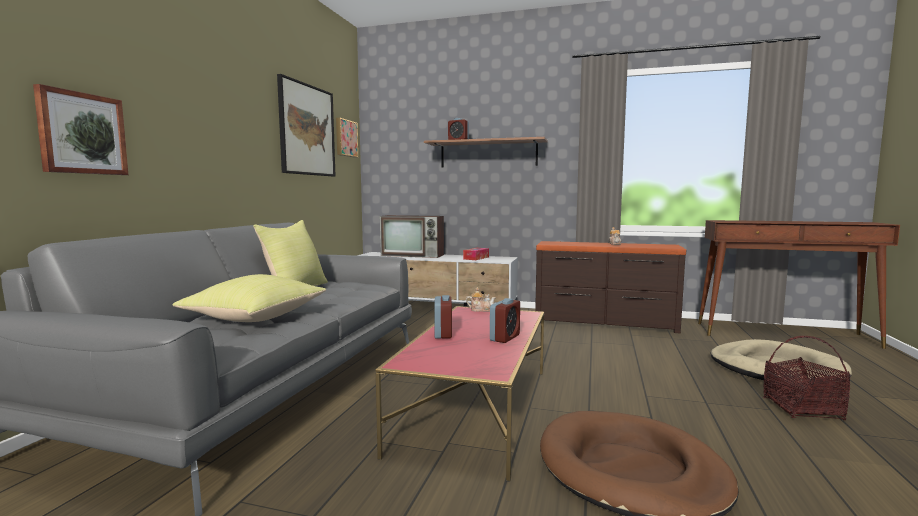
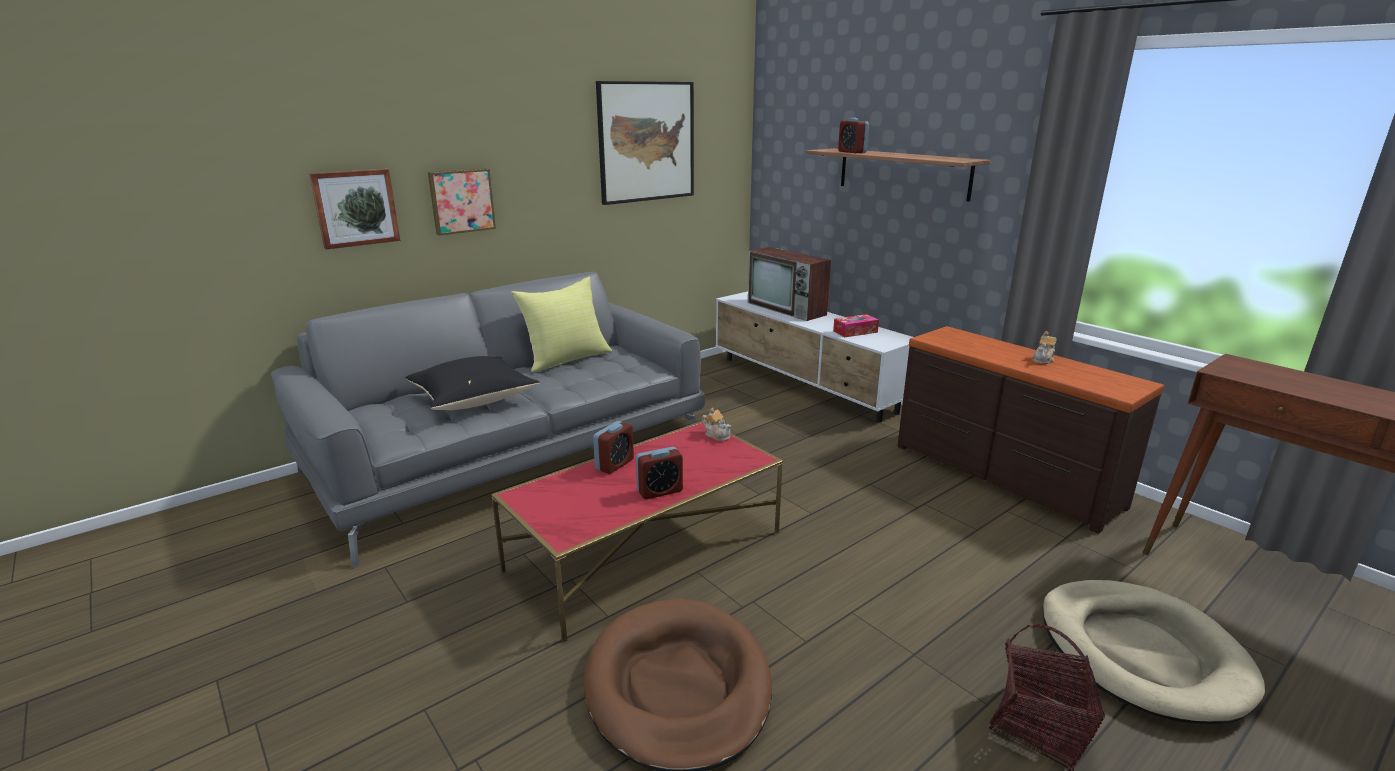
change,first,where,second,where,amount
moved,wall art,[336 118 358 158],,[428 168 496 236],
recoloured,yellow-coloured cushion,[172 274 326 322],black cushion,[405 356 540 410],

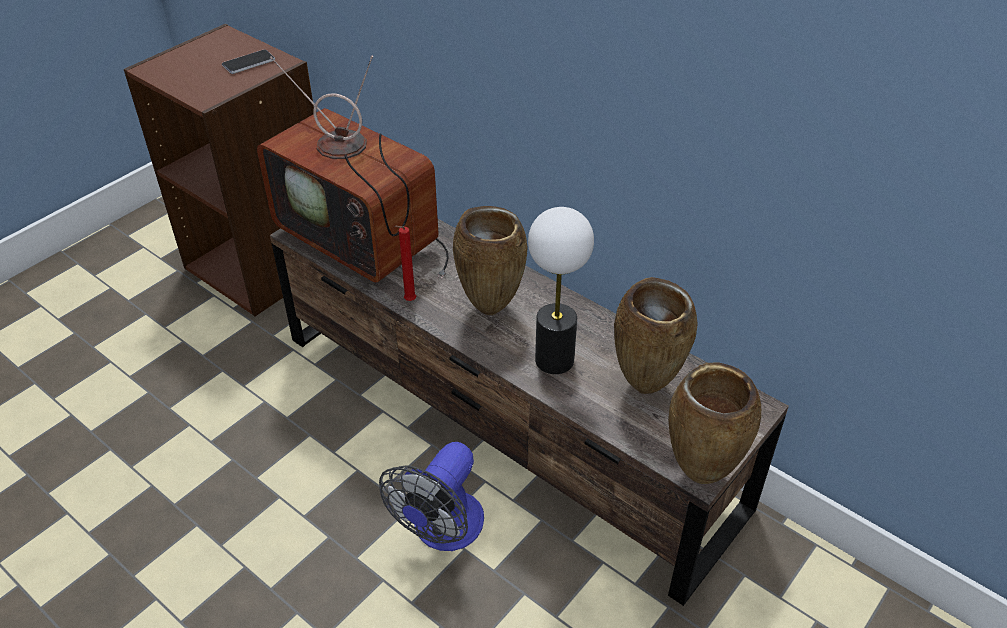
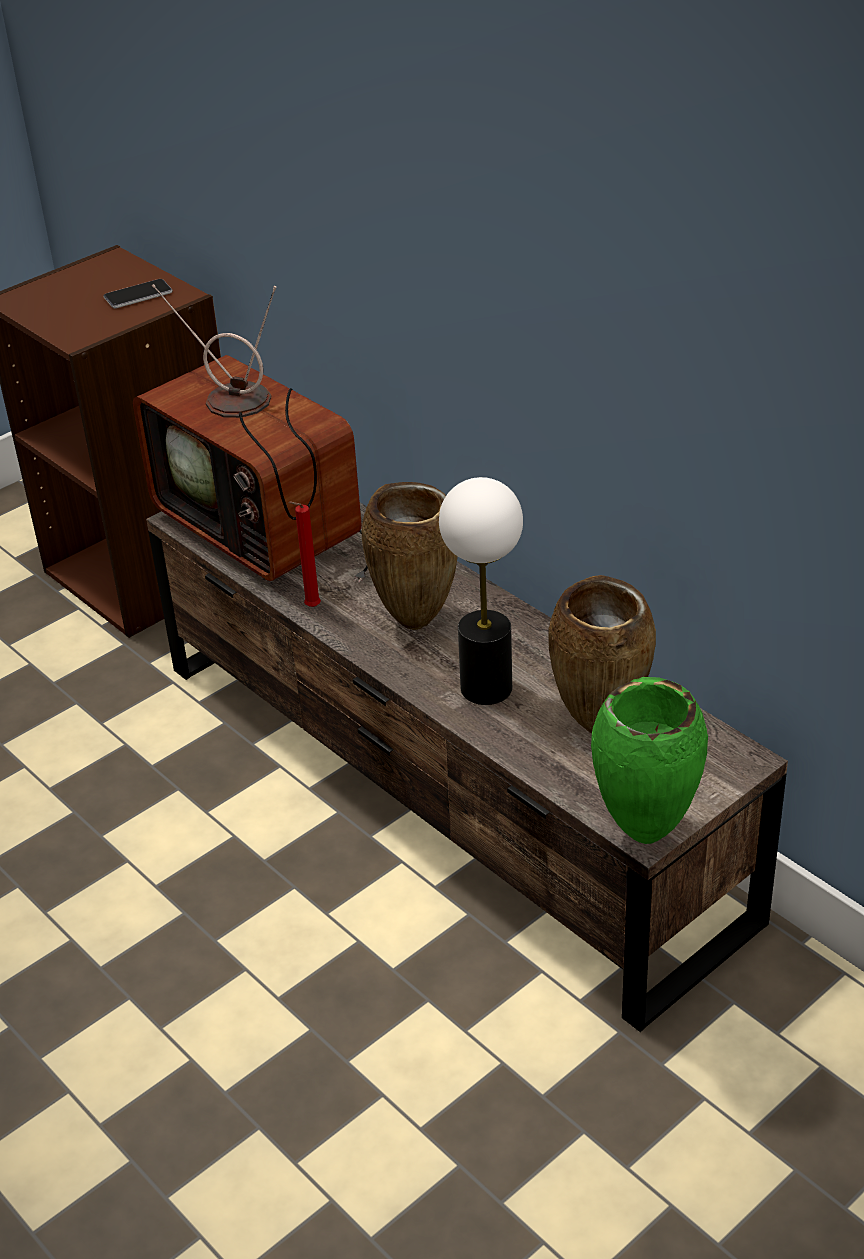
change,first,where,second,where,amount
recoloured,brown flower vase,[668 362 761 484],green flower vase,[591 677 708 844],
removed,fan,[379 442 484 551],,,

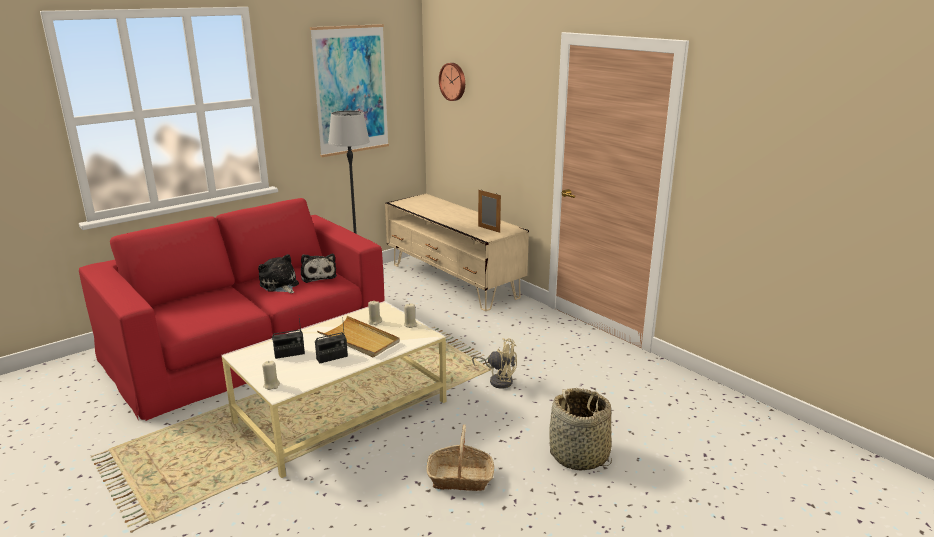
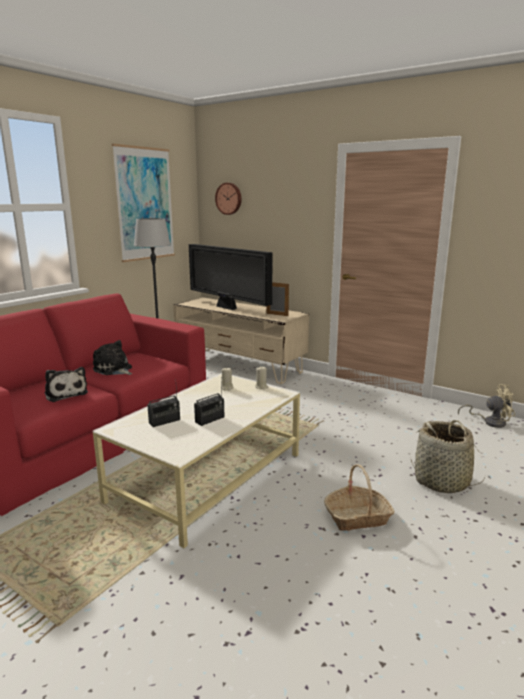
change,first,where,second,where,amount
moved,cuddly toy,[301 254 337 283],,[45 367 88 402],
removed,beige serving tray,[317 316 400 357],,,
moved,beige fan,[472 338 517 389],,[458 384 515 428],
removed,beige candle,[262 361 280 390],,,
added,,,television,[189 244 273 310],

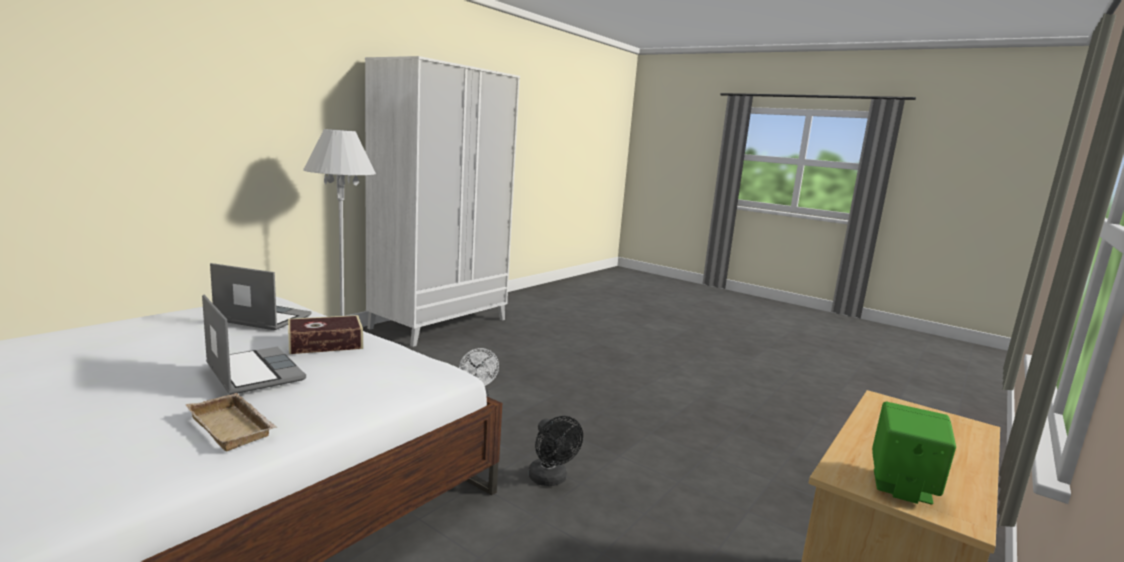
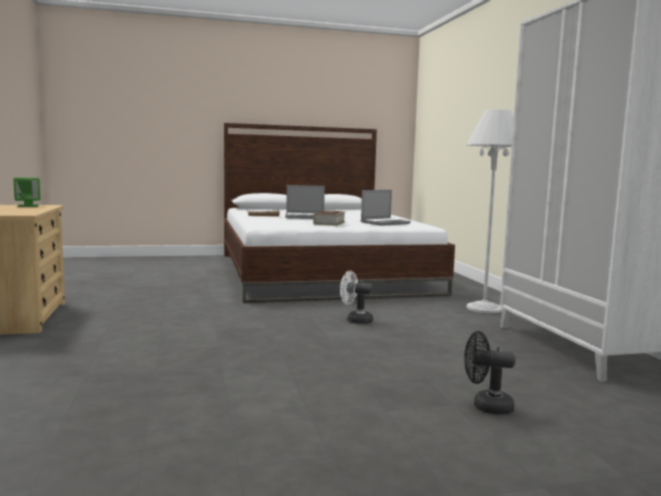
change,first,where,second,where,amount
moved,black fan,[528 416 583 486],,[464 331 515 415],

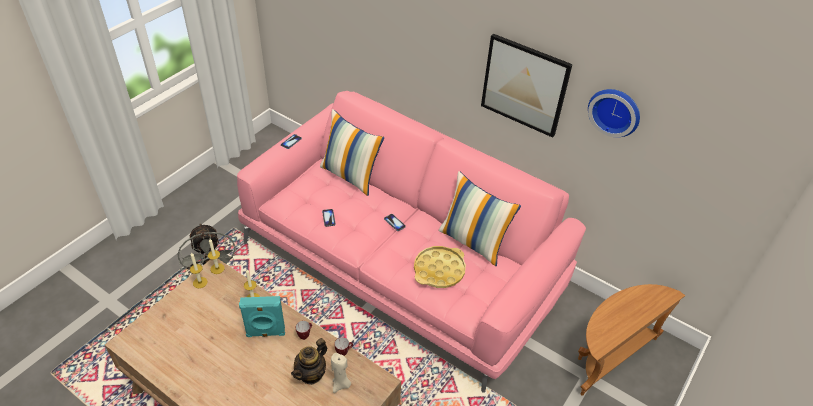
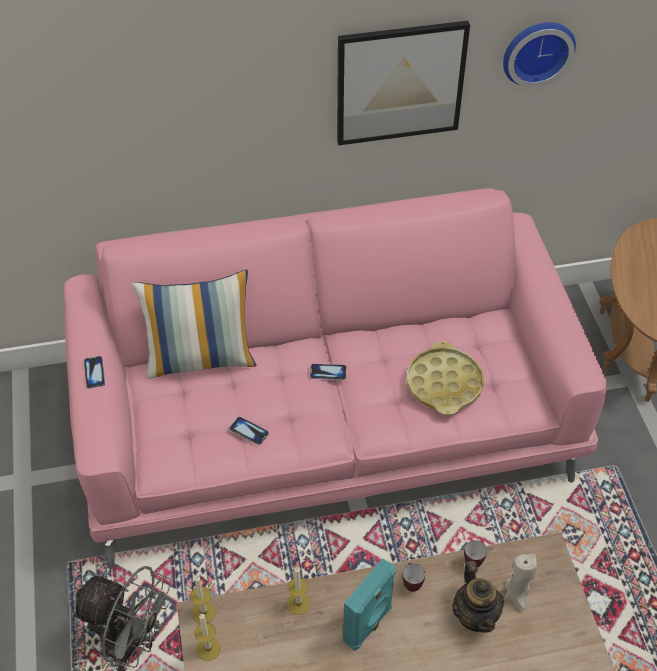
change,first,where,second,where,amount
removed,cushion,[439 171 521 266],,,

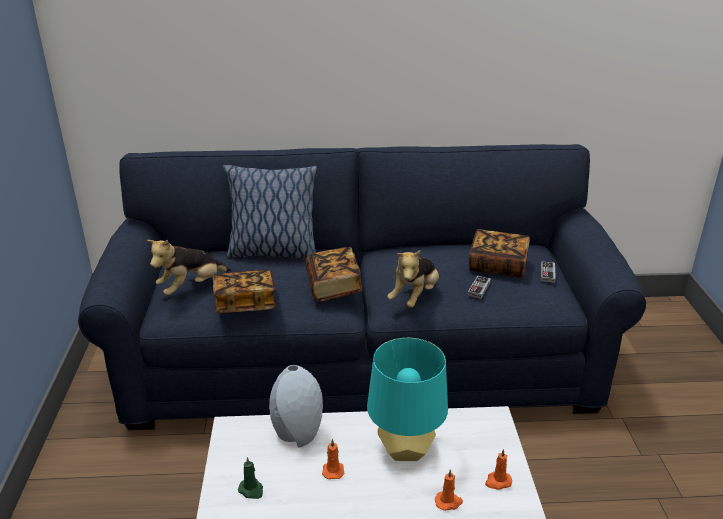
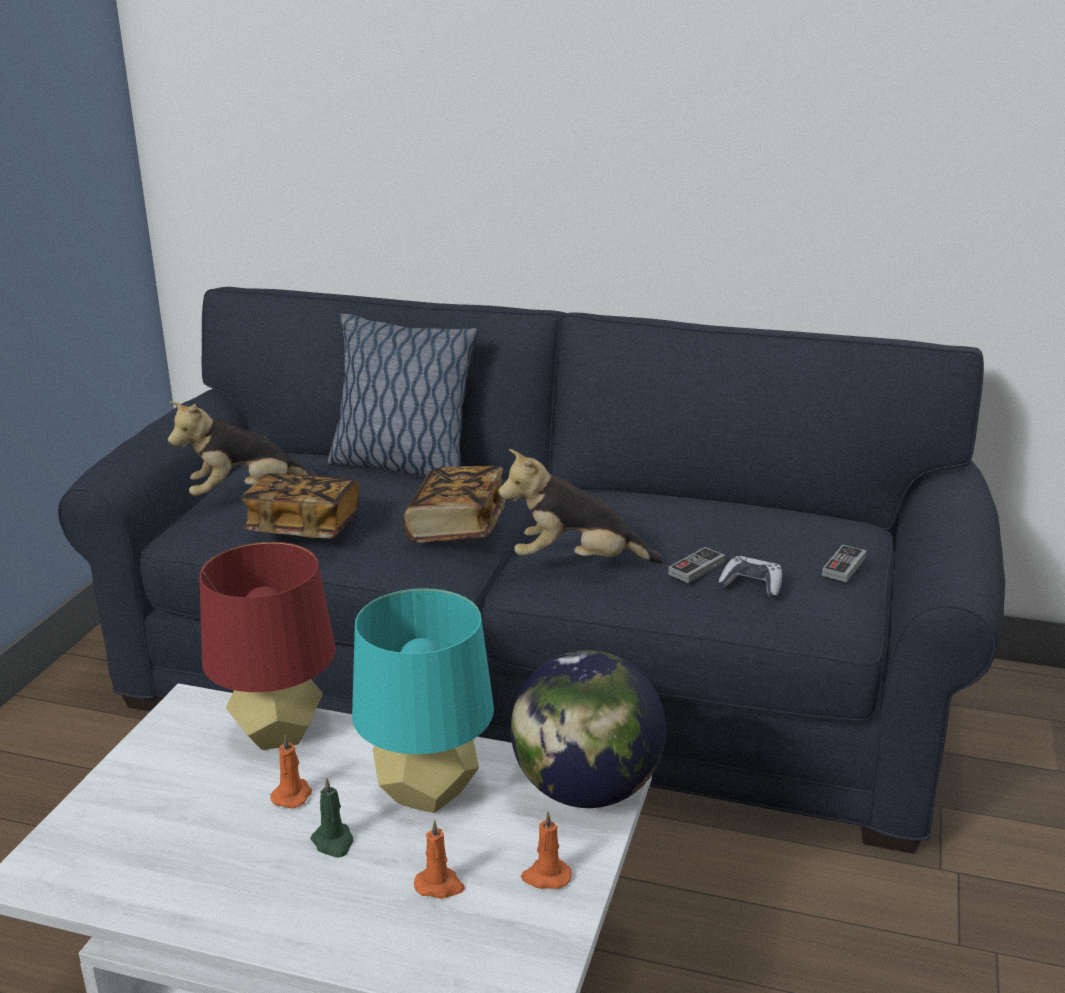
change,first,where,second,where,amount
removed,bound book,[469 229 530 278],,,
turned,cuddly toy,[387 250 439 308],,[498 449 664 563],45 degrees clockwise
replaced,gray flower vase,[269 365 323 447],reddish lamp for a table,[200 542 336 750],
moved,green candle,[238 457 263 499],,[310 778 353 858],
added,,,game controller,[718 556 782 598],
added,,,world globe,[511 650 666 808],

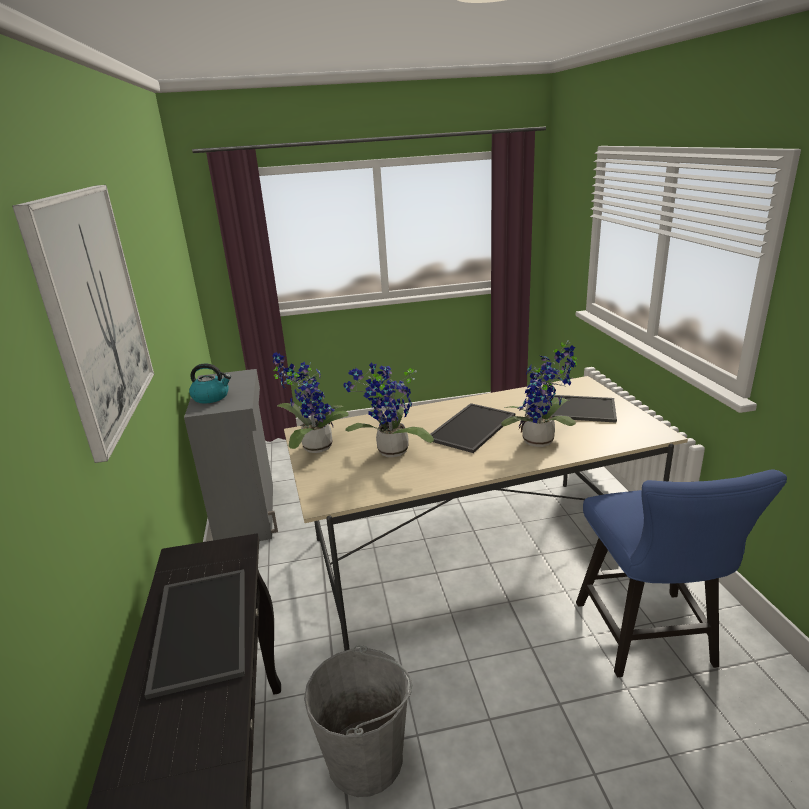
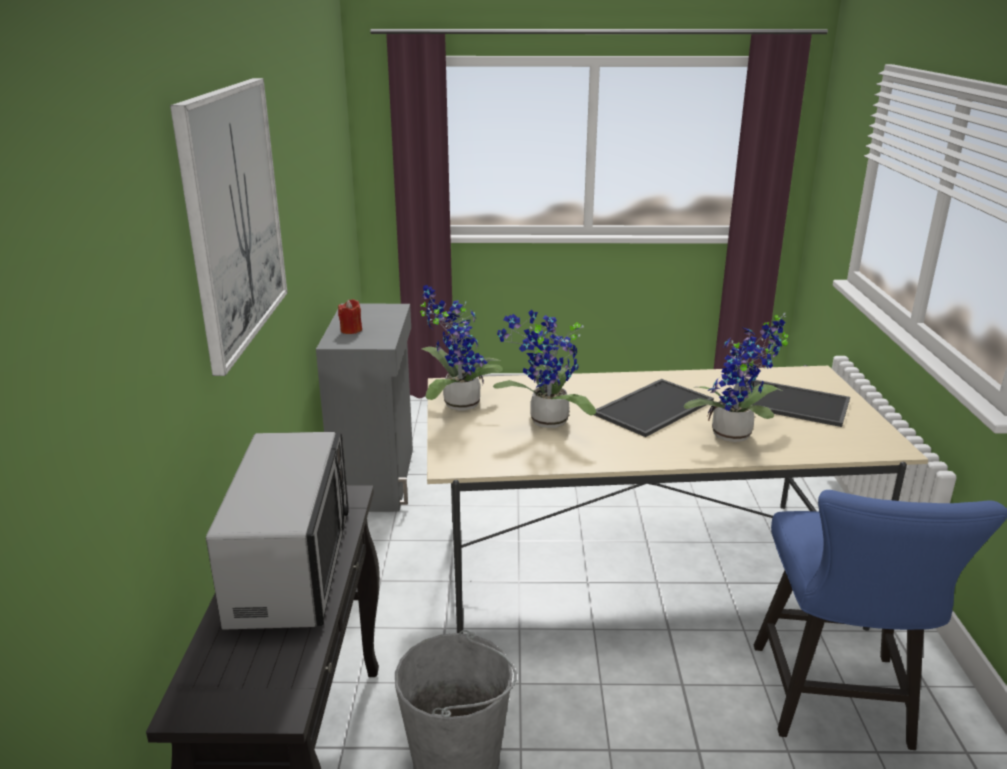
change,first,where,second,where,amount
replaced,kettle,[189 363 231 403],reddish candle,[338 299 362 334],
replaced,serving tray,[144 569 245 700],microwave,[206 432 349 630],

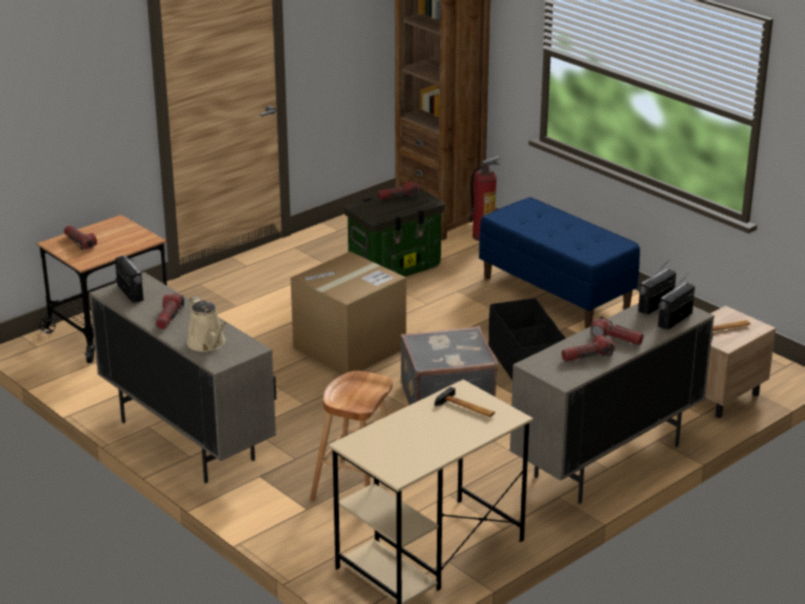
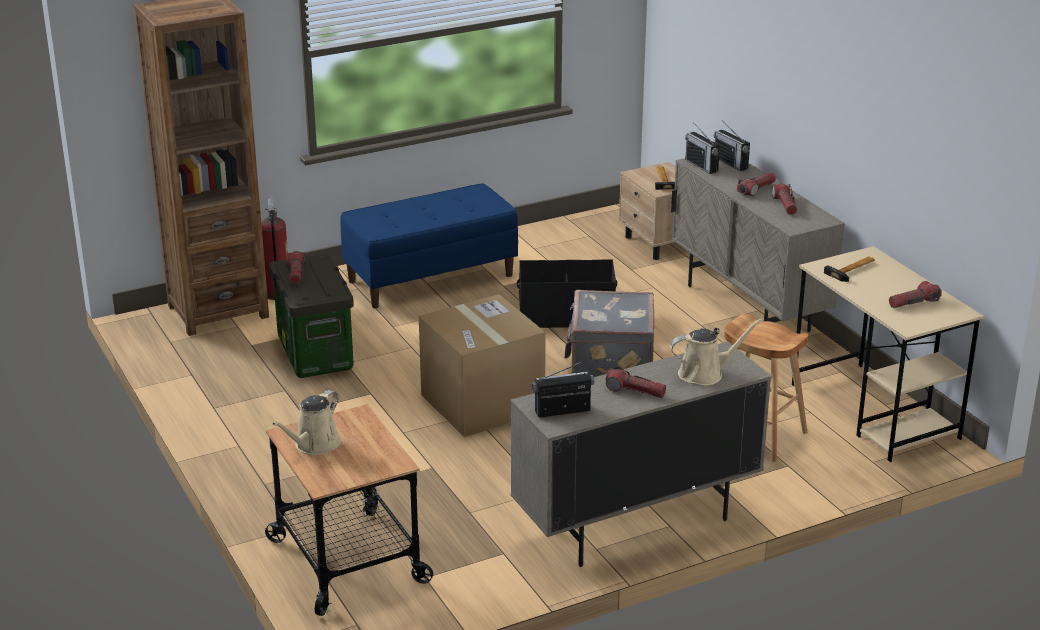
change,first,where,second,where,amount
moved,flashlight,[64 225 97 250],,[889 281 942 308],
added,,,beige watering pot,[272 390 341 455],

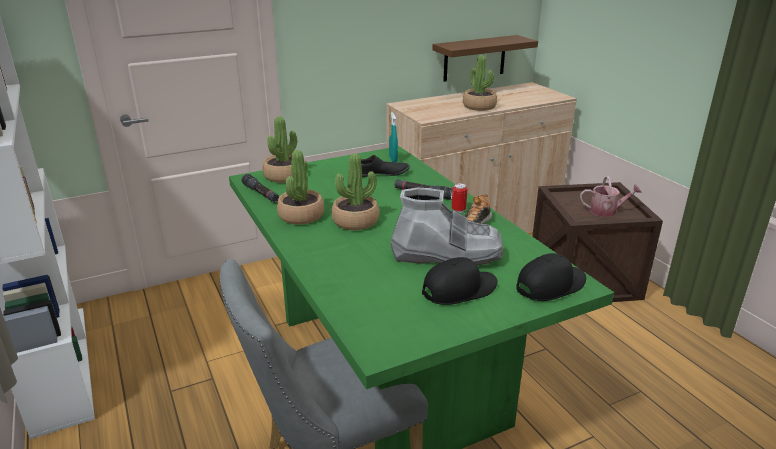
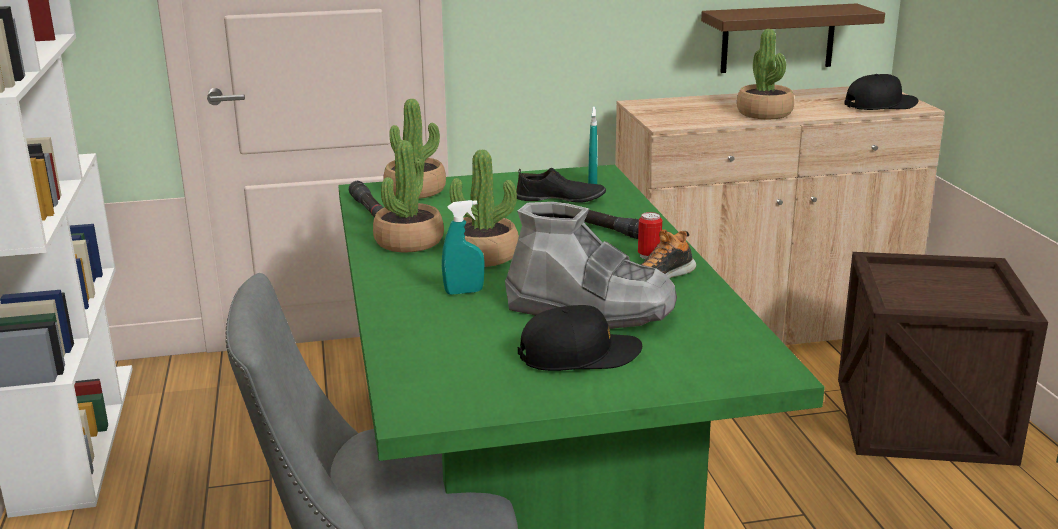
change,first,where,second,where,amount
removed,watering pot,[580 176 642 217],,,
moved,black peaked cap,[516 253 586 301],,[845 74 919 110],
added,,,turquoise-coloured hand sprayer,[442 200 485 295],

